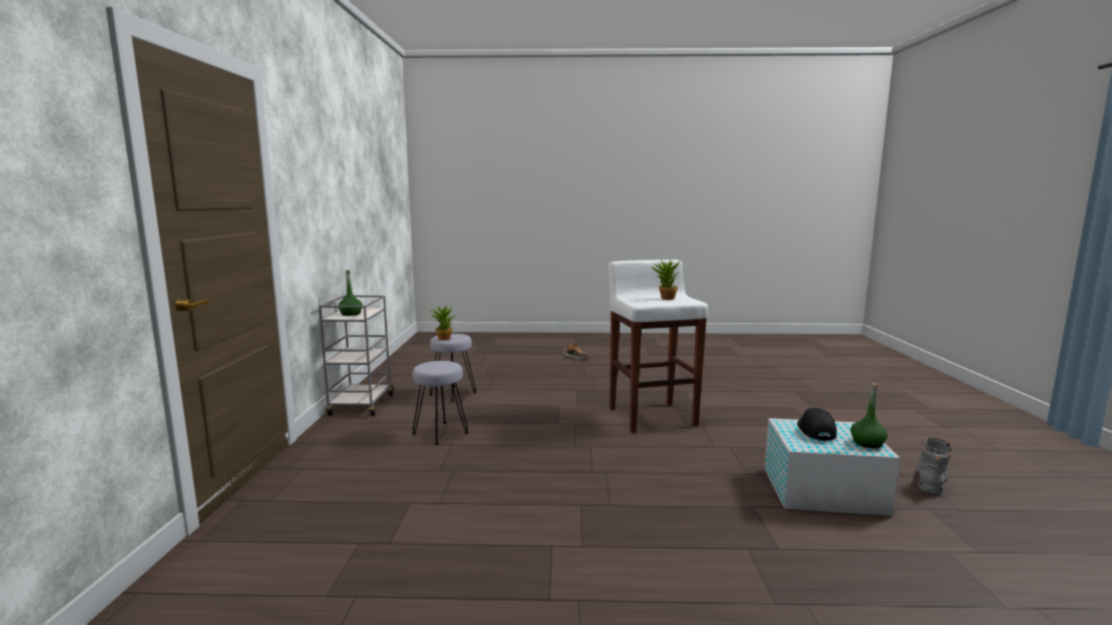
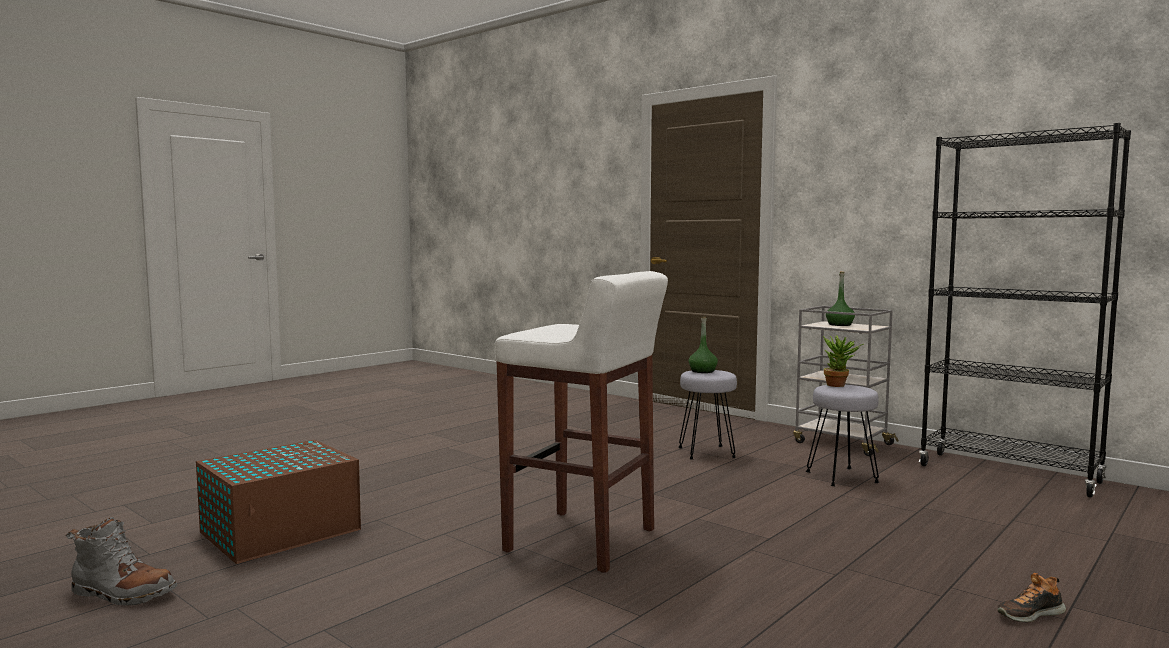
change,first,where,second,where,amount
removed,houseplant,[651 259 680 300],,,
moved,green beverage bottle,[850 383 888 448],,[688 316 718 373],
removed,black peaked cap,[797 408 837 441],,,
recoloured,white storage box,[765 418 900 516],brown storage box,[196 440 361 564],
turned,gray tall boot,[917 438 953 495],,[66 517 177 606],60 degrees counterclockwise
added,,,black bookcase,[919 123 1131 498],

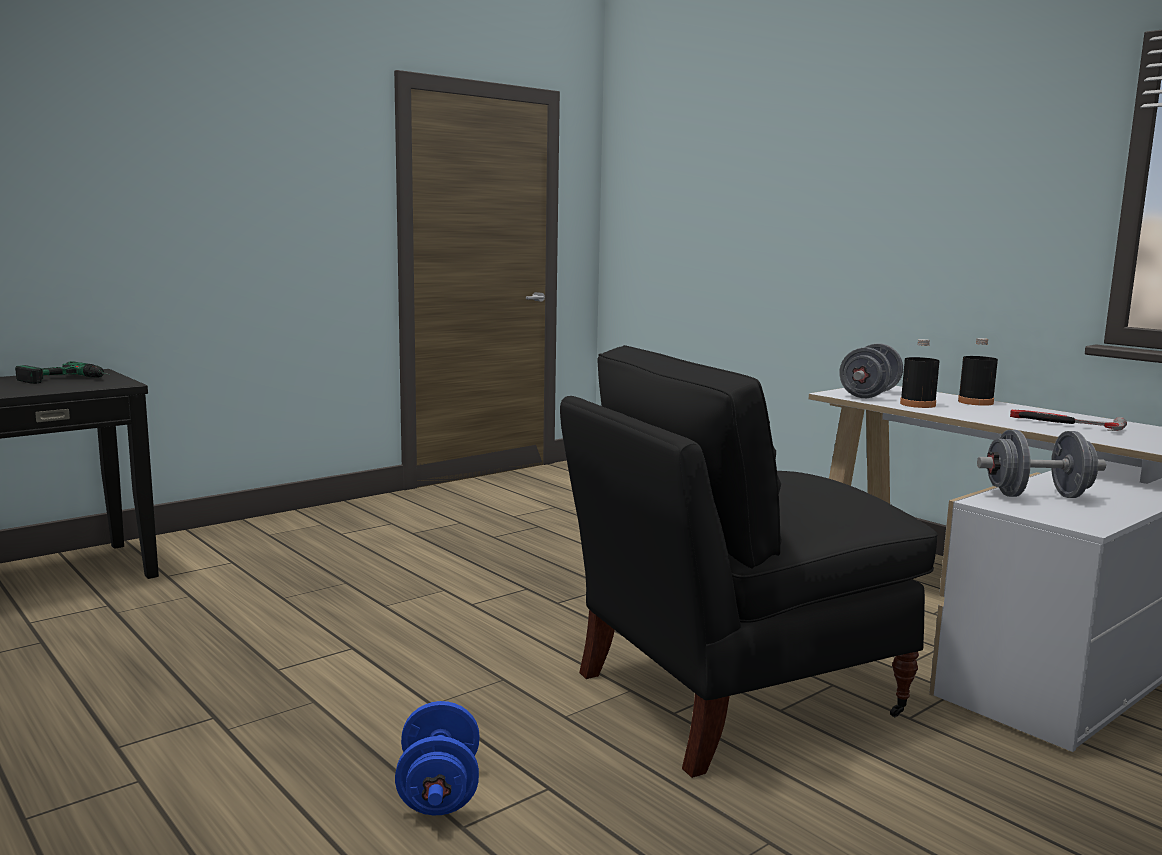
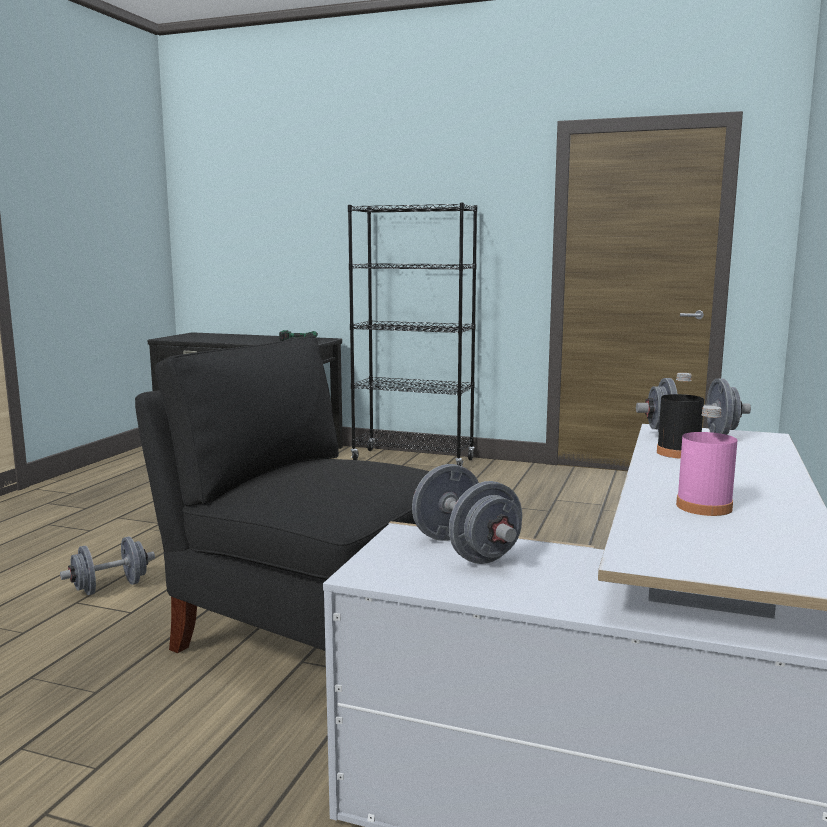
change,first,where,second,where,amount
removed,black beverage bottle,[958 338 998 406],,,
replaced,tool hammer,[1010 410 1127 431],pinkish beverage bottle,[676 406 737 516],
recoloured,blue-coloured dumbbell,[395 701 479 815],gray dumbbell,[60 536 155 595],
added,,,black bookcase,[348 203 477 466],

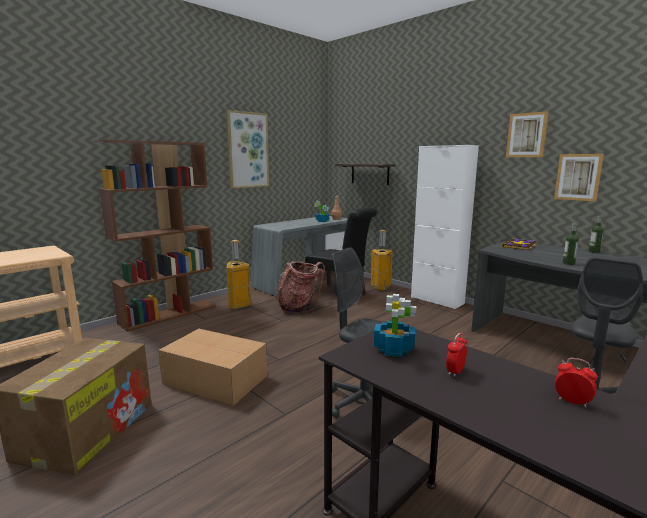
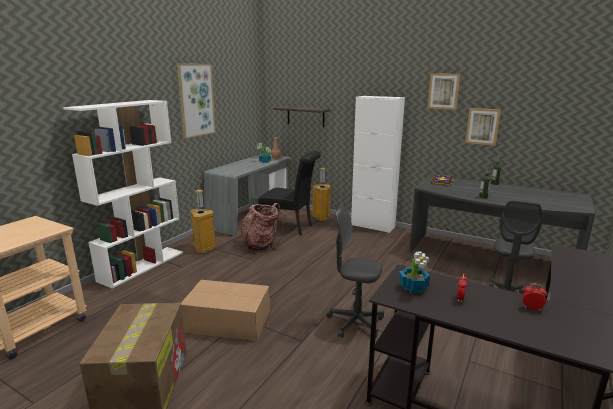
change,first,where,second,where,amount
recoloured,brown bookcase,[93 140 216 332],white bookcase,[63 100 183 289],

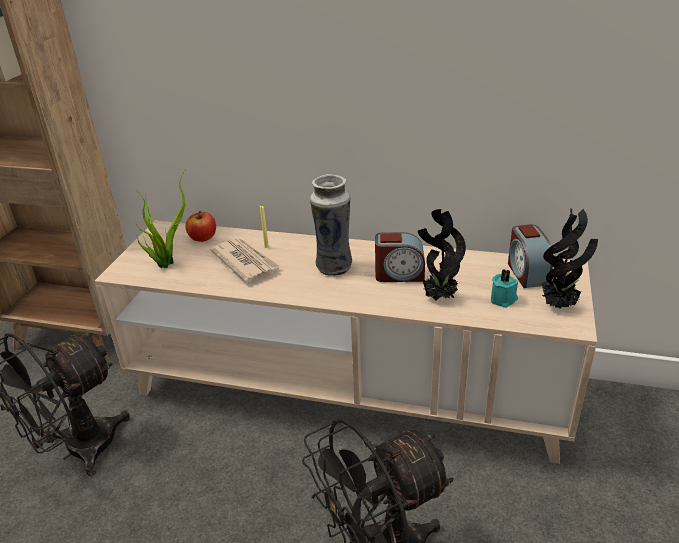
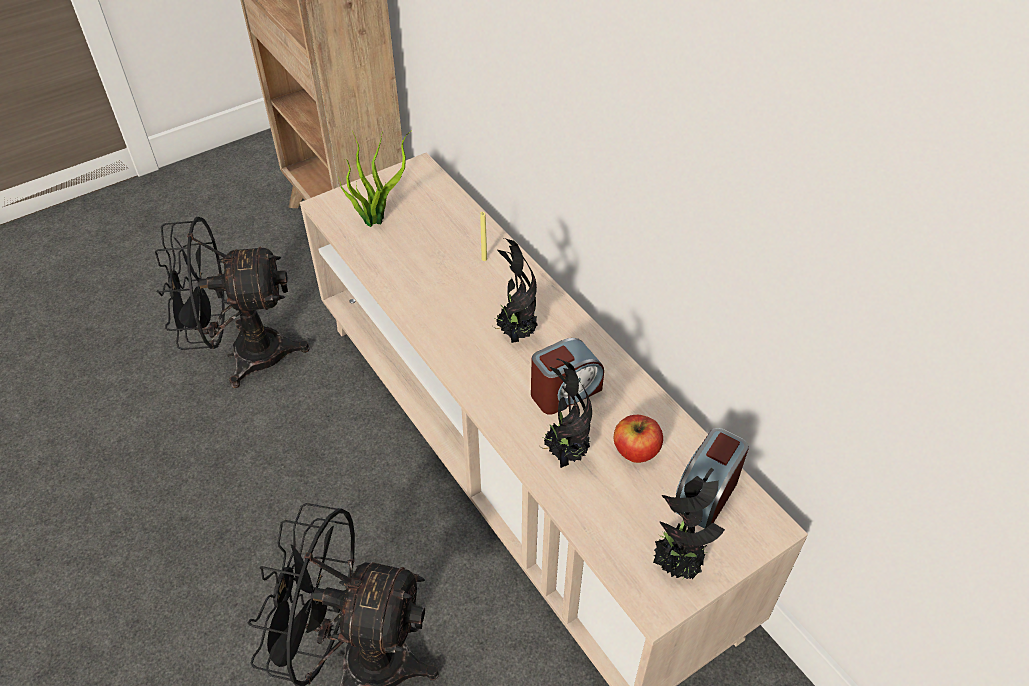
change,first,where,second,where,amount
replaced,flower vase,[310 174 352 276],houseplant,[493 238 538 343],
moved,whole apple,[185 211 216 242],,[614 415 663 463],
turned,table clock,[375 232 425 282],,[531 338 604 415],75 degrees counterclockwise
removed,newspaper,[210 238 281 283],,,
removed,turquoise-coloured candle,[491 269 518 308],,,

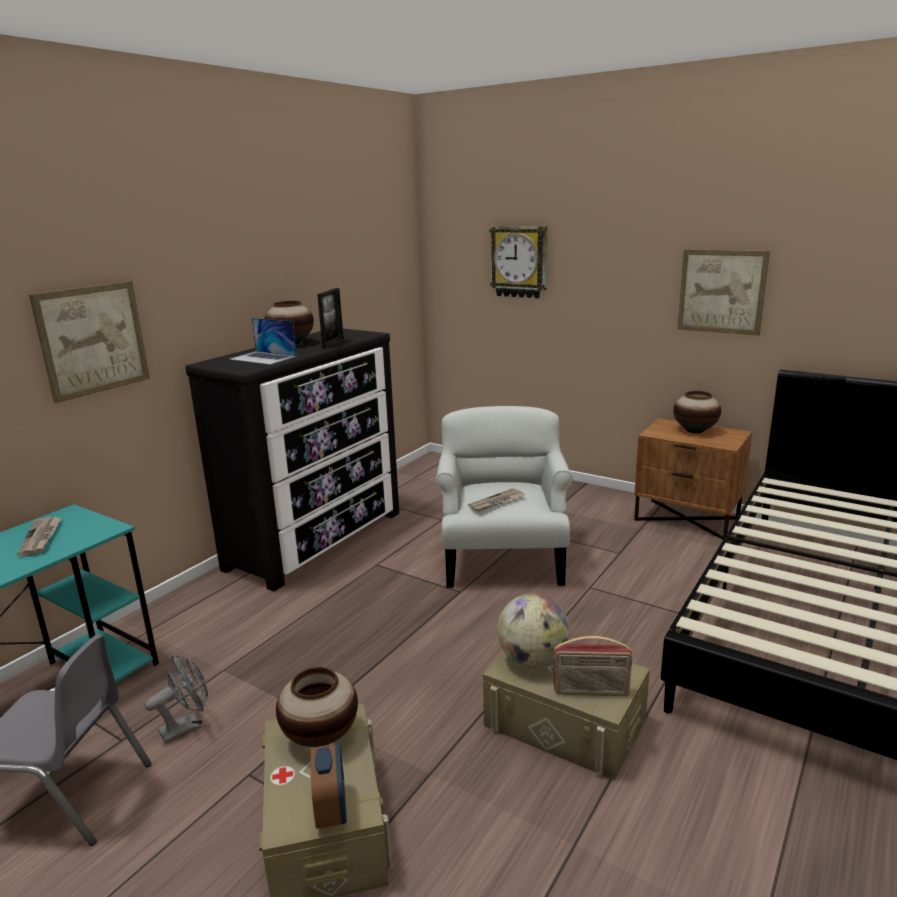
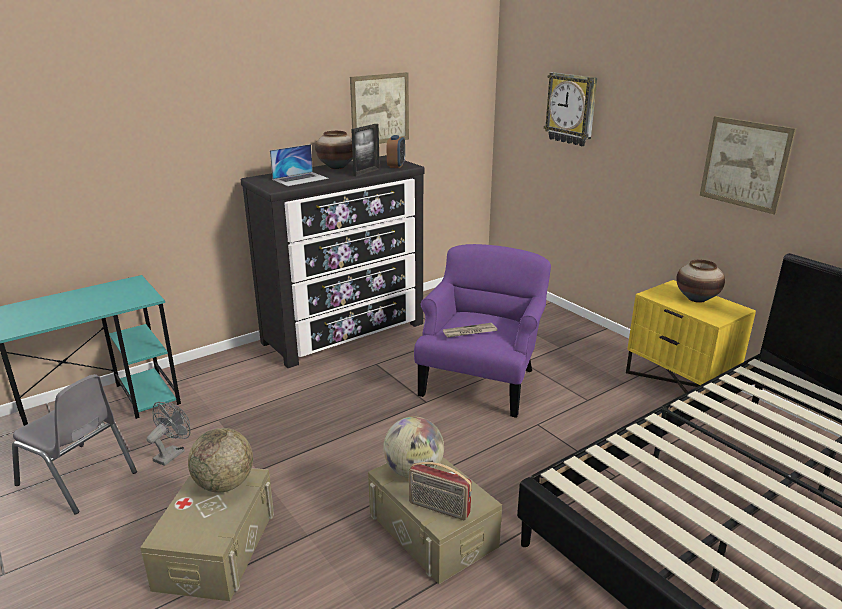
change,first,where,second,where,amount
moved,wall art,[29 281 150 403],,[350 72 409 144],
turned,laptop,[229 318 297 365],,[270 144 329 186],90 degrees counterclockwise
recoloured,white lounge chair,[435 406 573 587],purplish lounge chair,[414 244 551 418],
recoloured,brown night table,[634 418 752 540],yellow-coloured night table,[626 280 756 393],
removed,newspaper,[17 517 62 557],,,
turned,gray fan,[145 655 208 744],,[147 402 190 466],45 degrees counterclockwise
replaced,flower vase,[276 667 358 747],world globe,[188 428 253 493],
moved,table clock,[311 744 347 829],,[387 135 405 168],

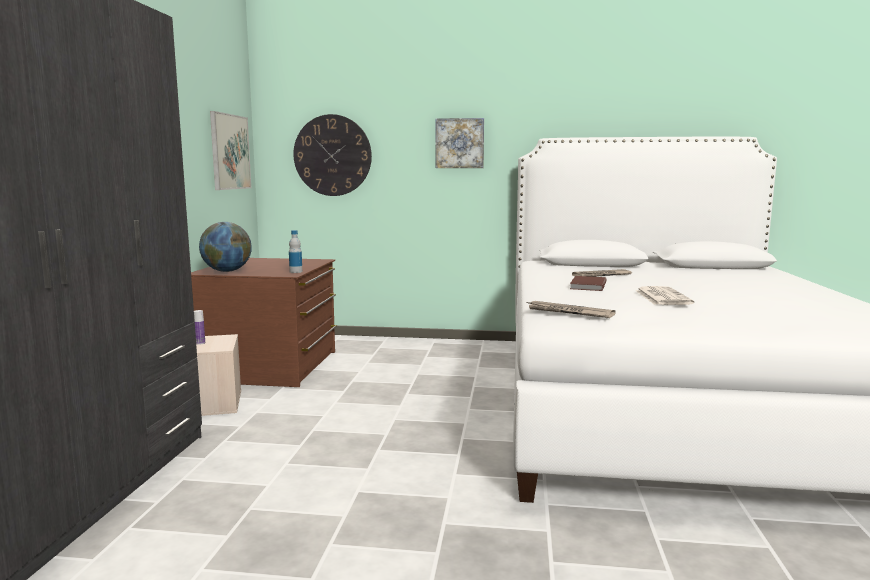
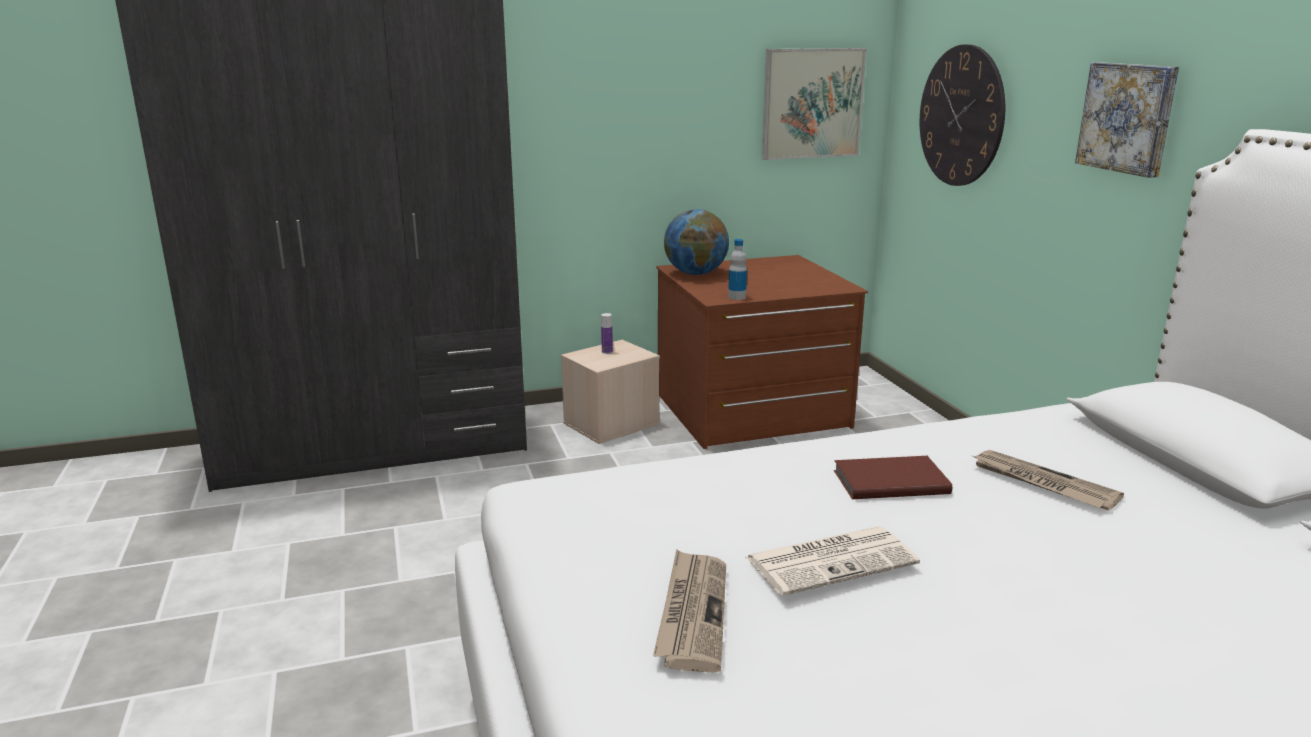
change,first,where,second,where,amount
moved,newspaper,[526 301 616 318],,[653 549 726 673],

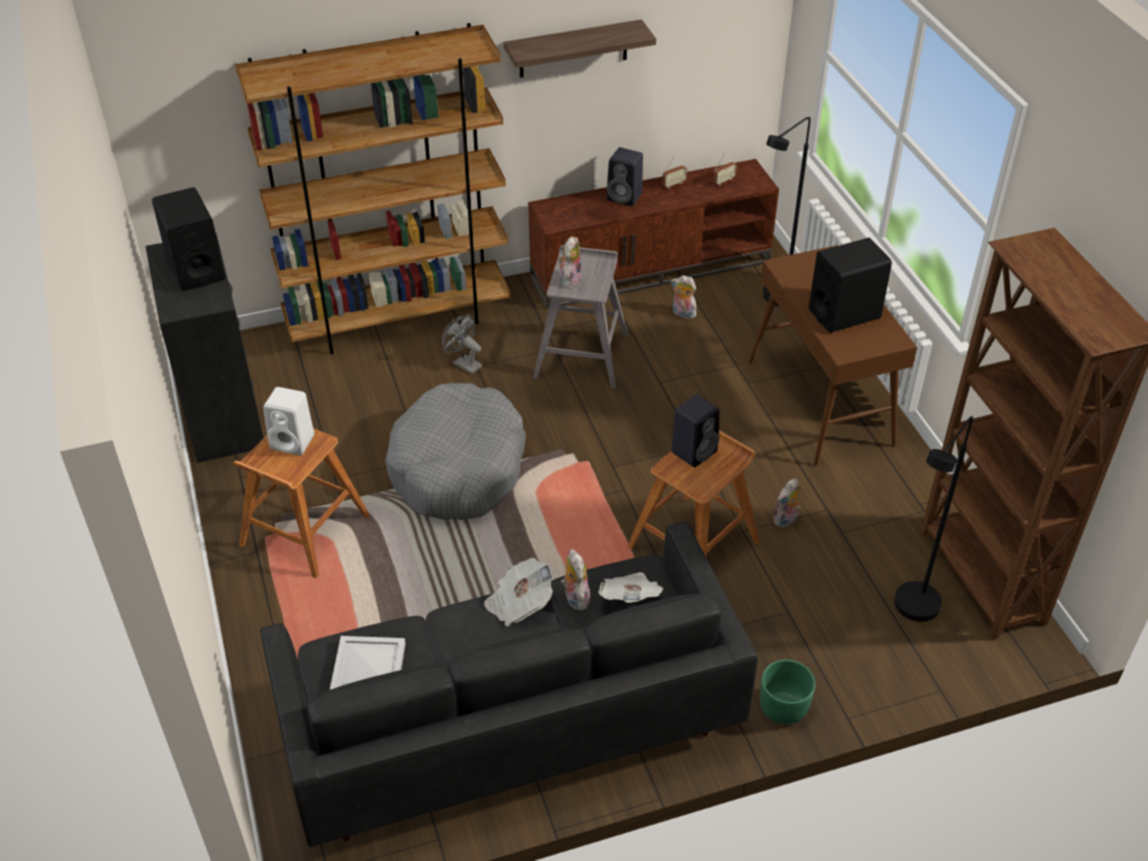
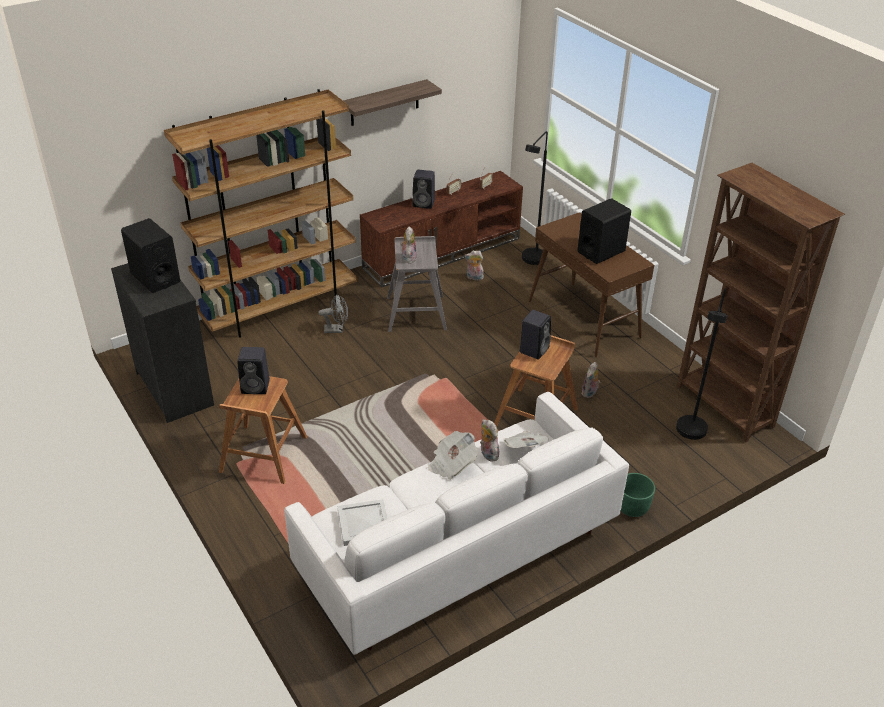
change,first,where,second,where,amount
turned,gray fan,[442 315 482 374],,[318 294 348 333],150 degrees clockwise
removed,gray dog bed,[385 383 526 520],,,
recoloured,white audio speaker,[263 387 314 455],black audio speaker,[237 347 270 394],
recoloured,black sofa,[260 522 758 847],white sofa,[284 392 629 655],

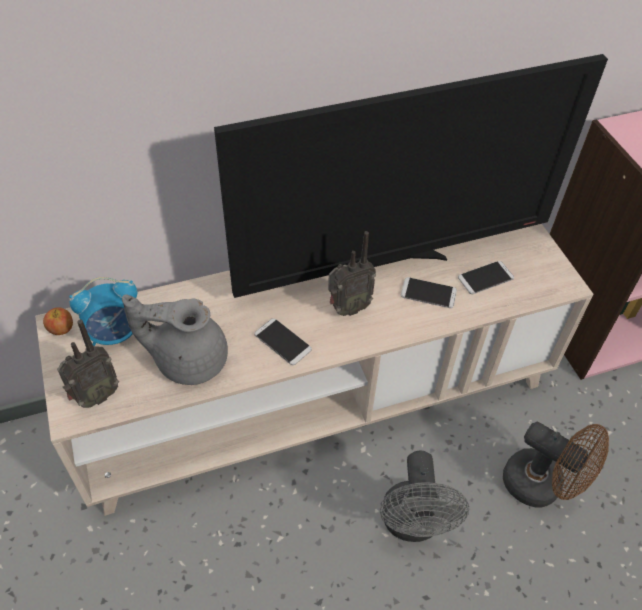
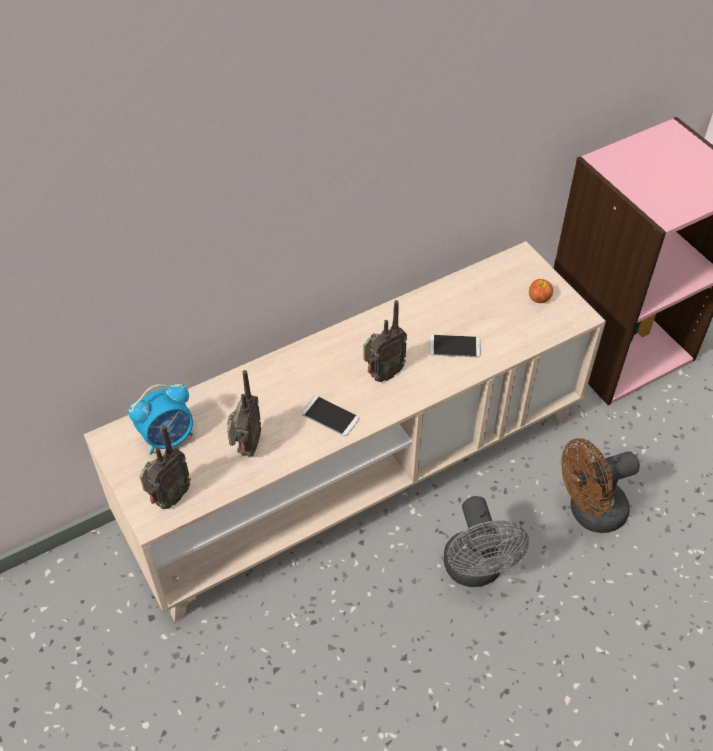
change,first,where,second,where,amount
removed,television,[214 54 608 298],,,
removed,handset,[458 261 514 294],,,
replaced,gray teapot,[122 295 228 385],radio set,[227 370 261 457],
moved,whole apple,[43 307 73 335],,[529 279 553 303],
turned,brown fan,[503 422 609 507],,[562 438 640 533],135 degrees clockwise

